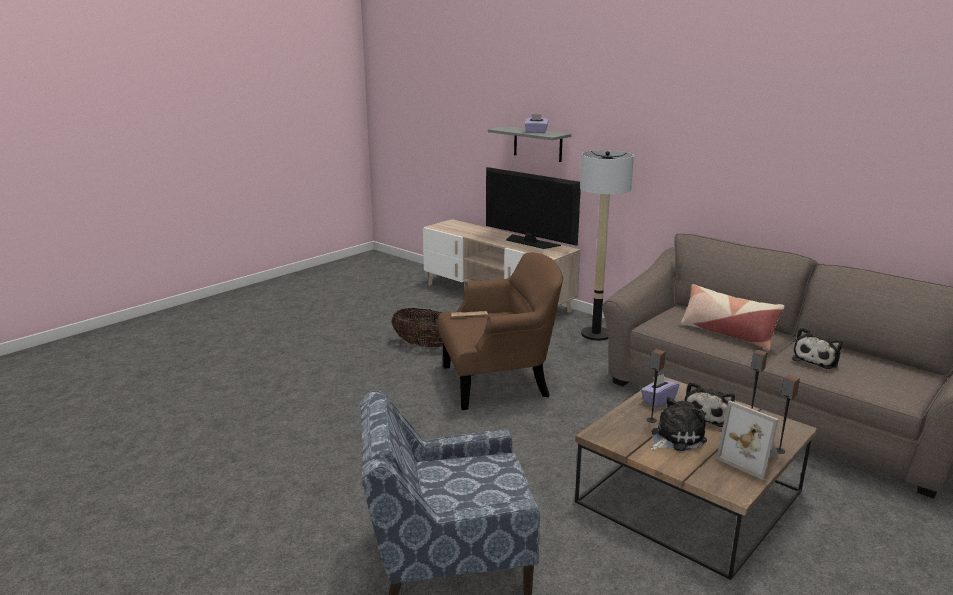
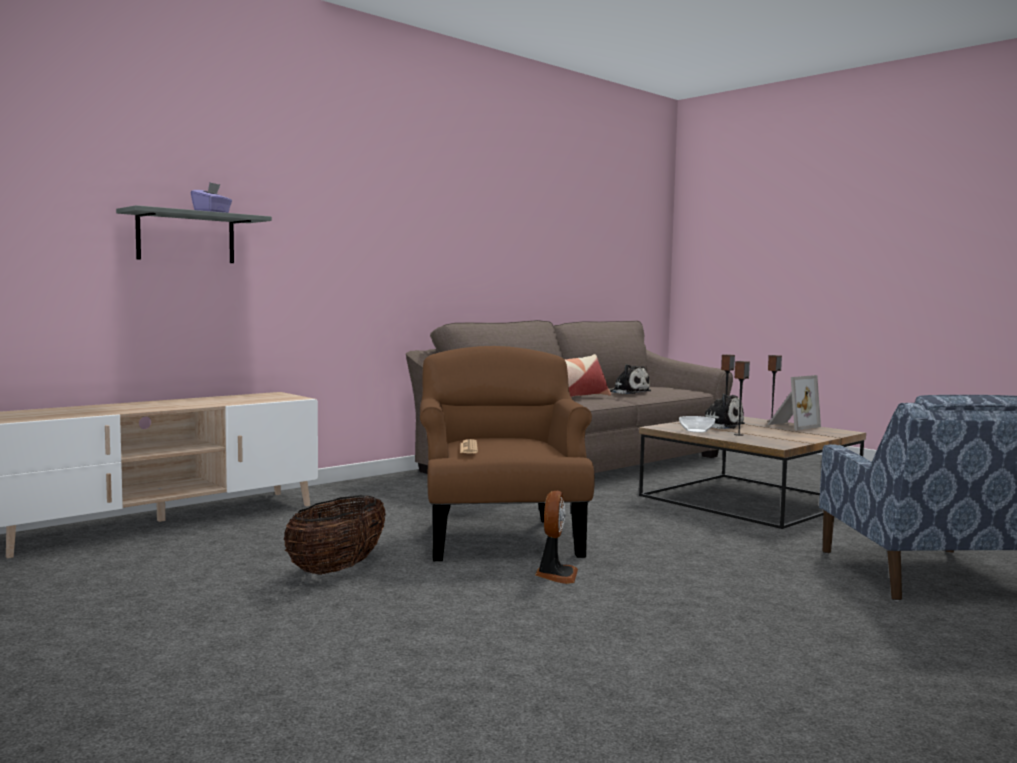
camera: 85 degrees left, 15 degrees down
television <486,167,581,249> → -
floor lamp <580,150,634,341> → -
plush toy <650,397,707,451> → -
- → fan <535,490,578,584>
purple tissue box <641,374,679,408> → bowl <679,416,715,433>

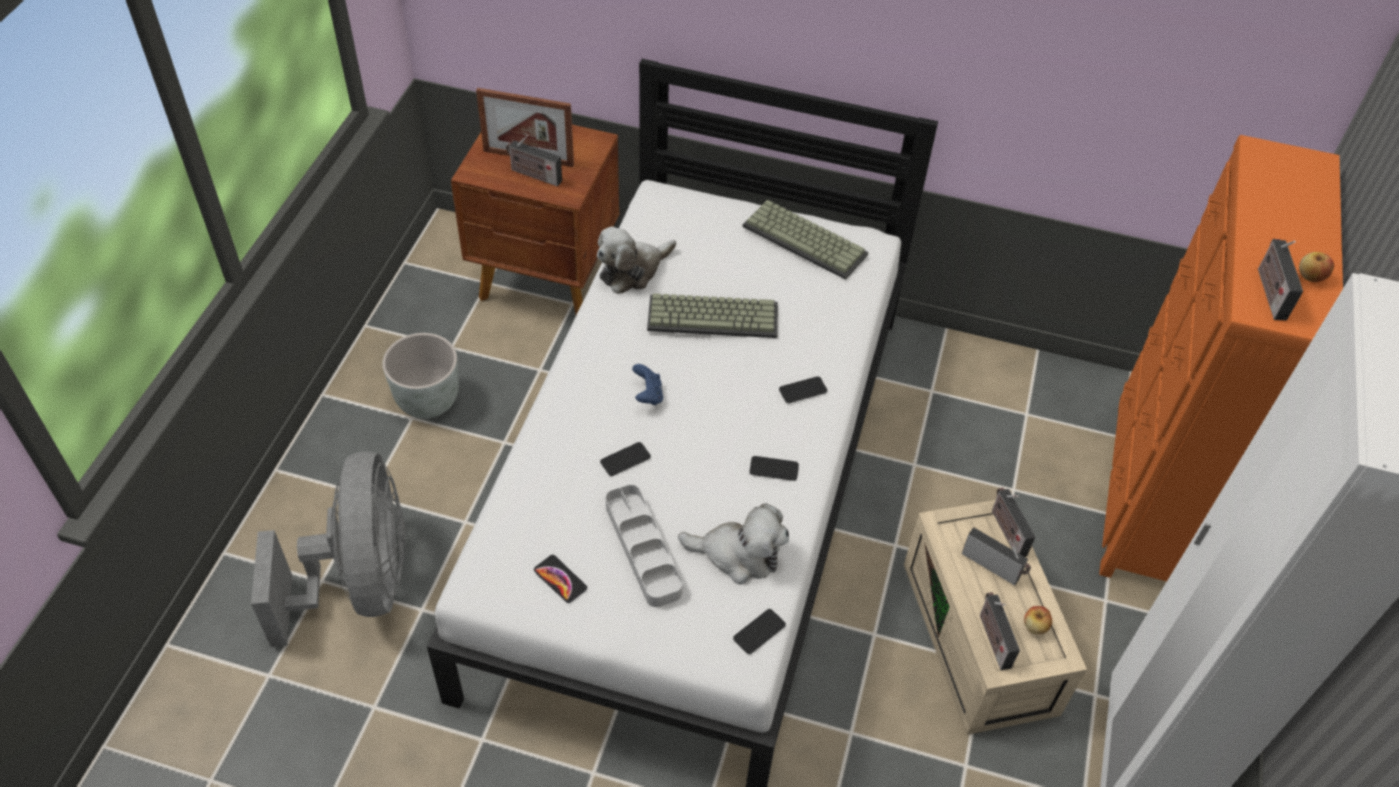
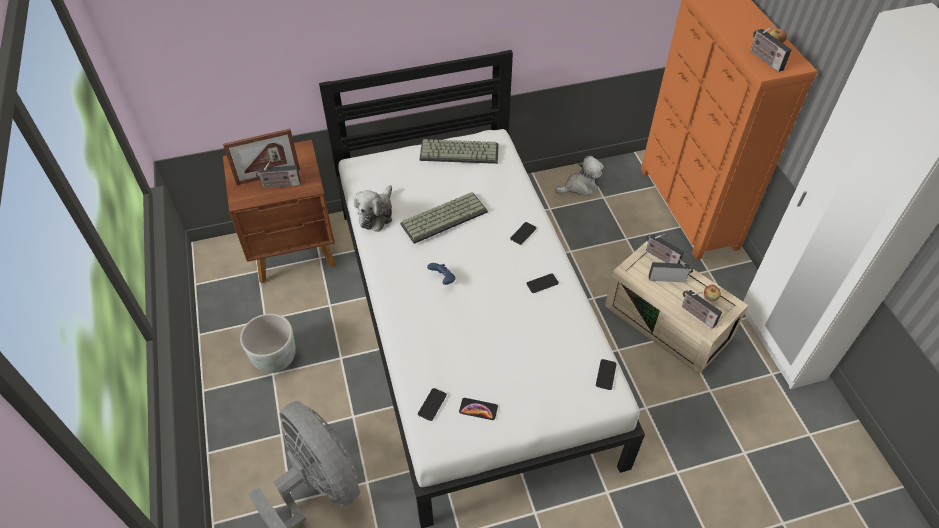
camera: 30 degrees left, 0 degrees up
grey tray <606,485,683,607> → -
phone <600,442,651,476> → phone <418,388,447,421>, shifted
plush toy <678,503,789,585> → plush toy <555,156,604,197>, shifted

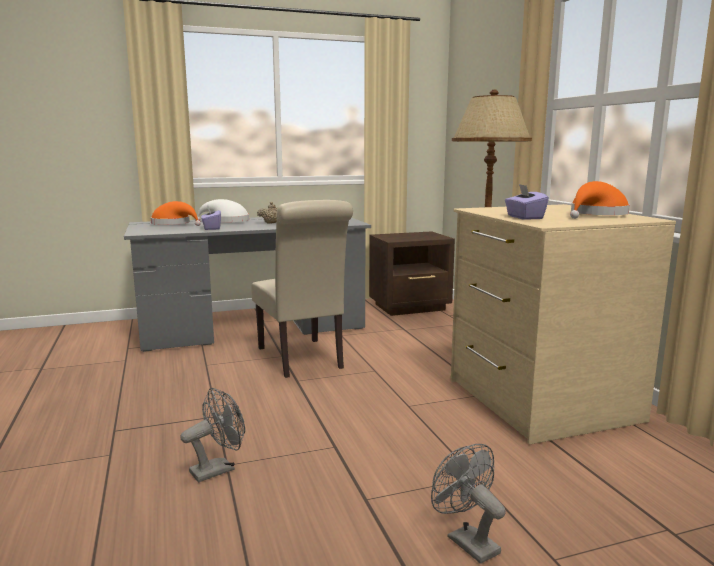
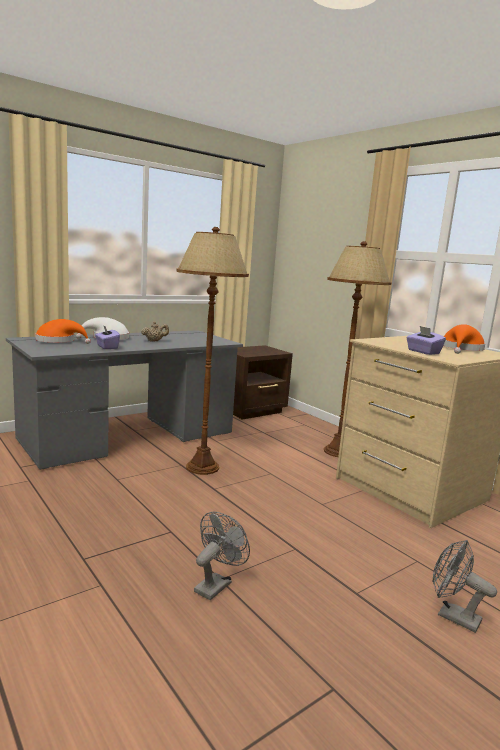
camera: 20 degrees left, 0 degrees up
beige chair <251,200,353,378> → brown floor lamp <176,227,249,475>

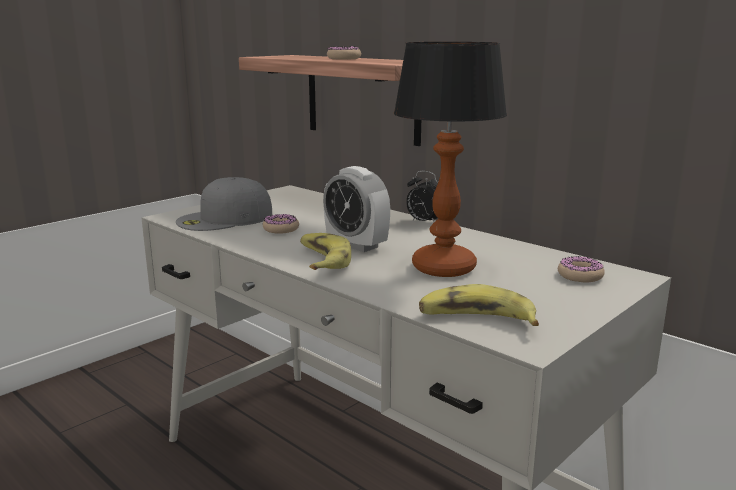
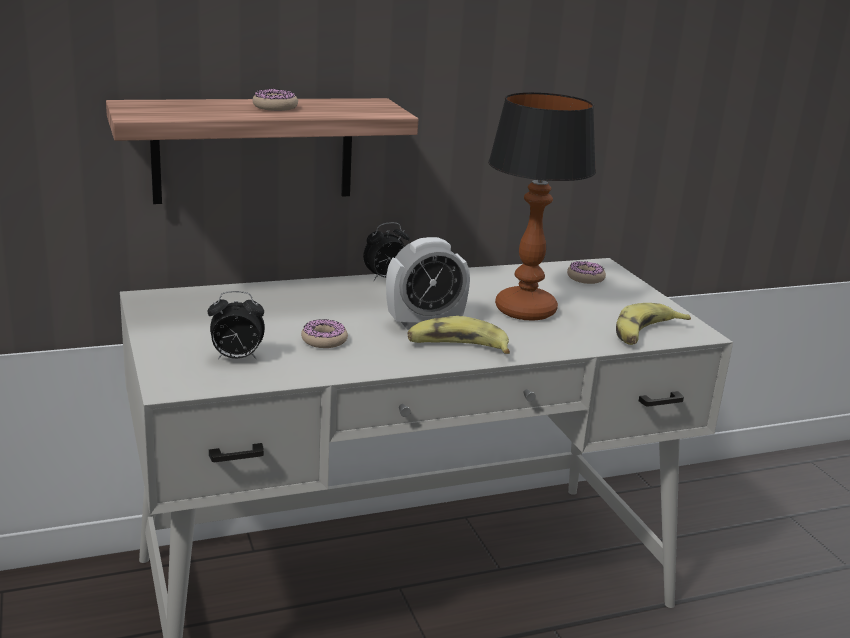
camera: 65 degrees left, 5 degrees up
grey cap <176,177,272,231> → alarm clock <207,291,265,360>

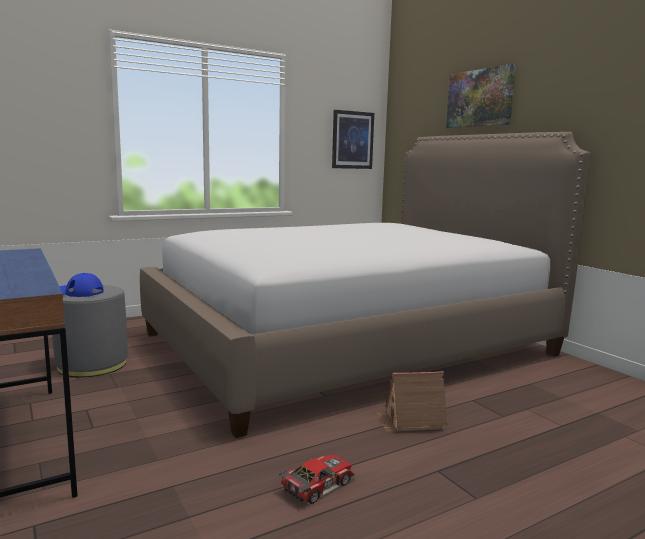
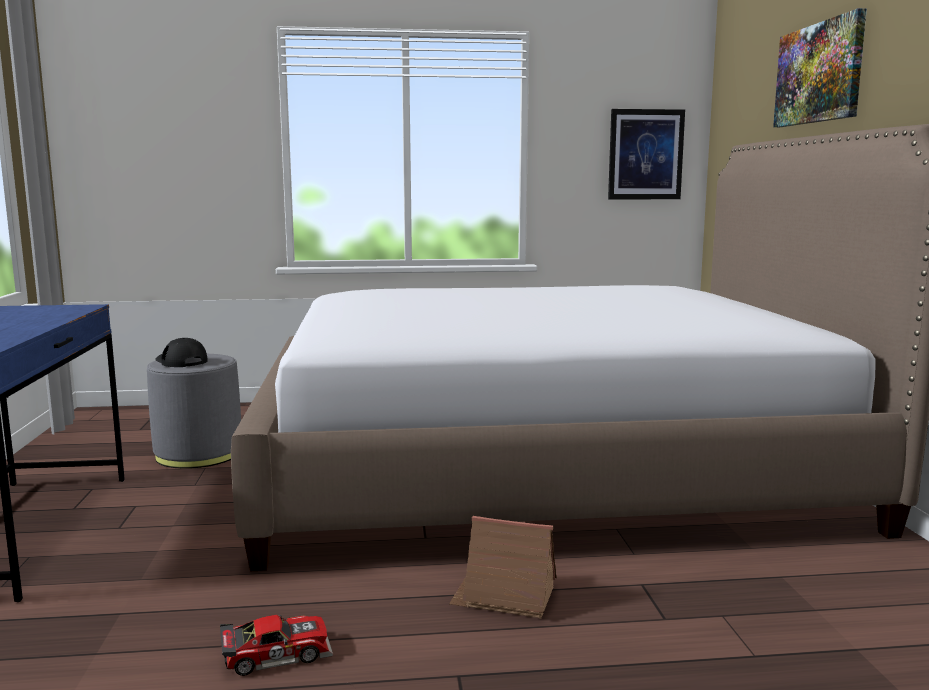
camera: 25 degrees right, 0 degrees up
blue cap <59,273,104,297> → black cap <155,338,208,367>

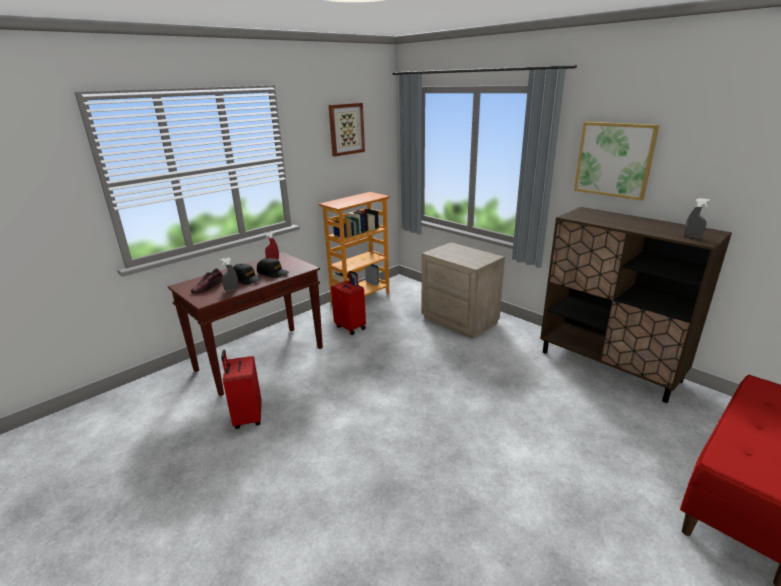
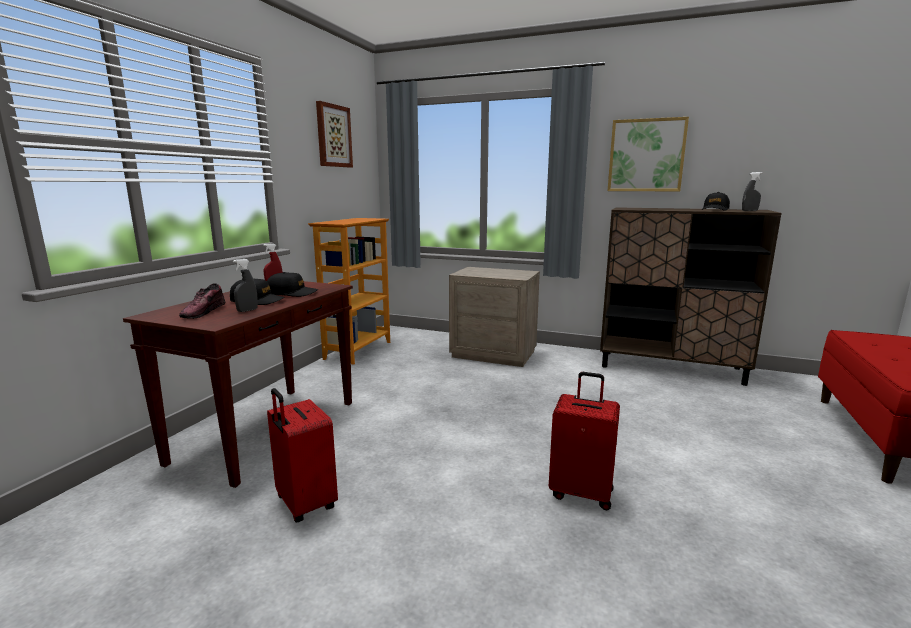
camera: 25 degrees left, 10 degrees down
- → black cap <702,192,730,211>
red suitcase <331,271,366,335> → red suitcase <549,372,620,510>, shifted

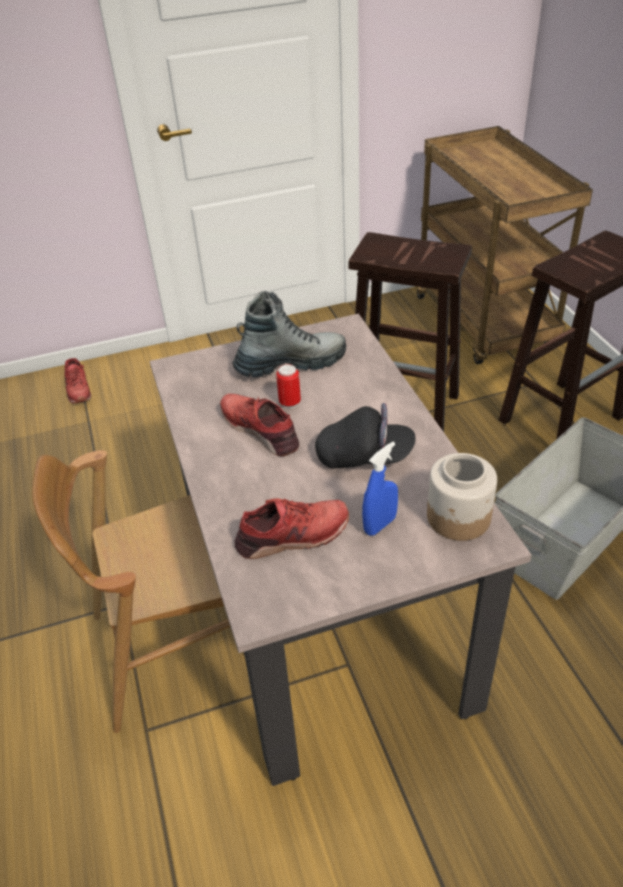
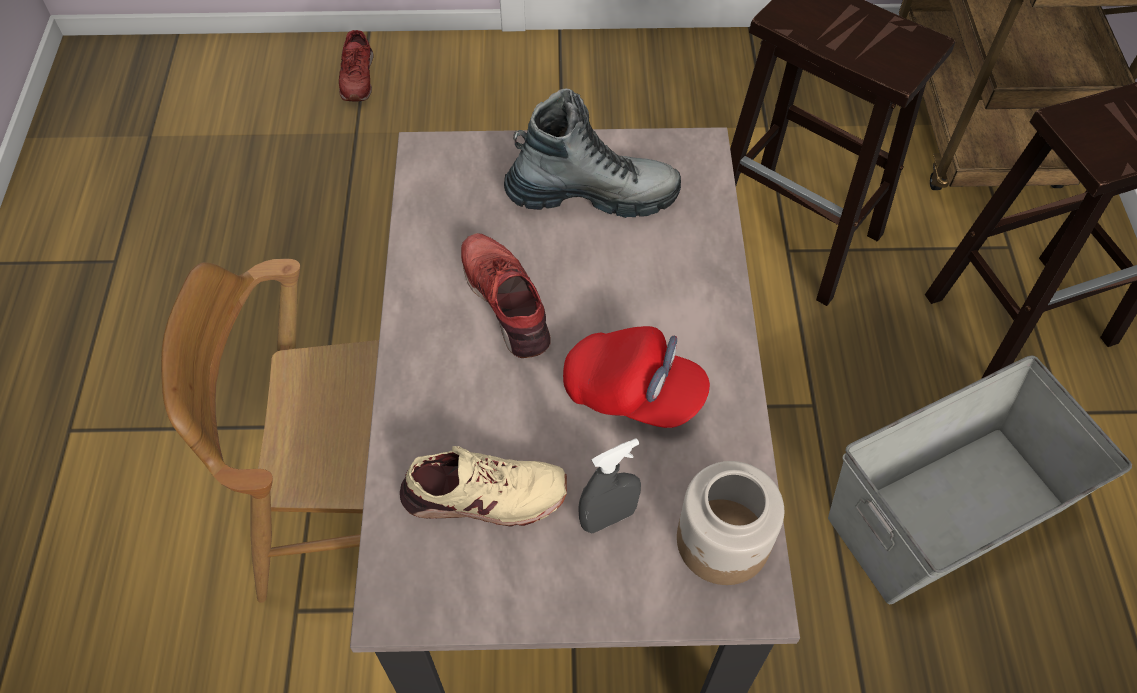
camera: 15 degrees right, 15 degrees up
can <276,364,301,408> → -
red shoe <235,498,349,559> → beige shoe <400,446,567,527>
black cap <315,403,416,469> → red cap <563,326,710,428>
blue spray bottle <362,442,398,536> → grey spray bottle <578,438,641,533>

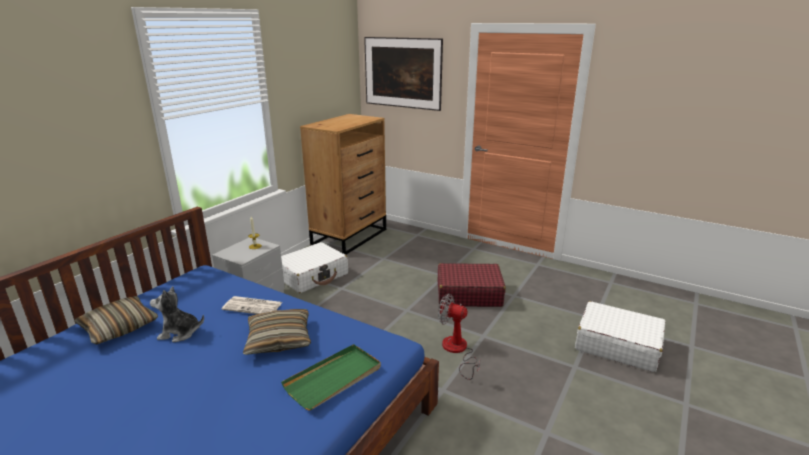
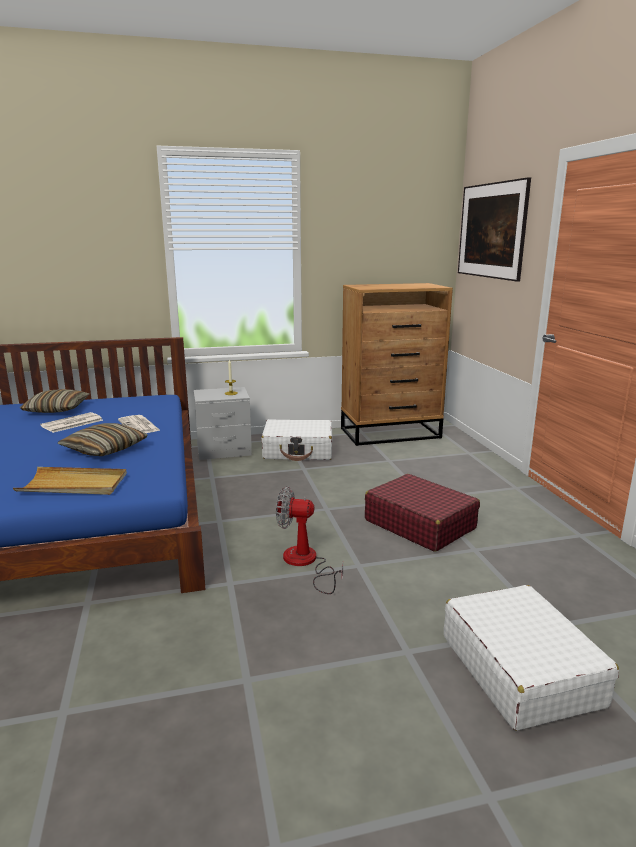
camera: 45 degrees right, 5 degrees down
plush toy <150,286,204,342> → newspaper <40,412,103,433>
green tray <281,344,381,411> → beige tray <13,467,127,495>
fan <438,294,481,380> → fan <276,486,343,594>, 60 degrees counterclockwise

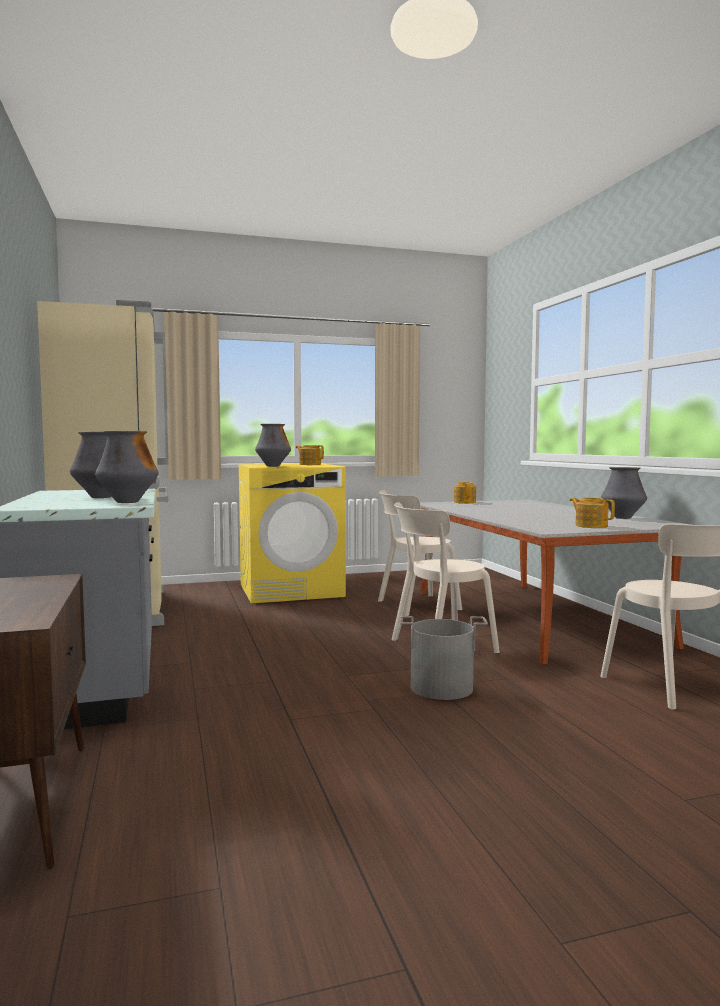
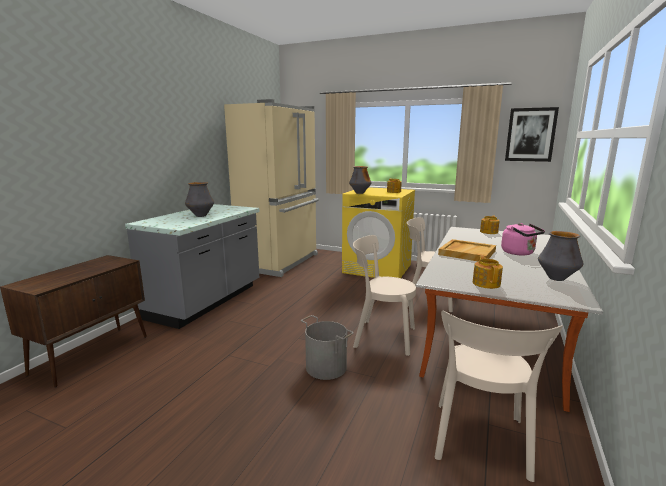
camera: 40 degrees right, 10 degrees up
vase <95,431,159,503> → -
- → beige tray <438,239,496,262>
- → pink kettle <501,223,545,256>
- → picture <505,107,559,162>

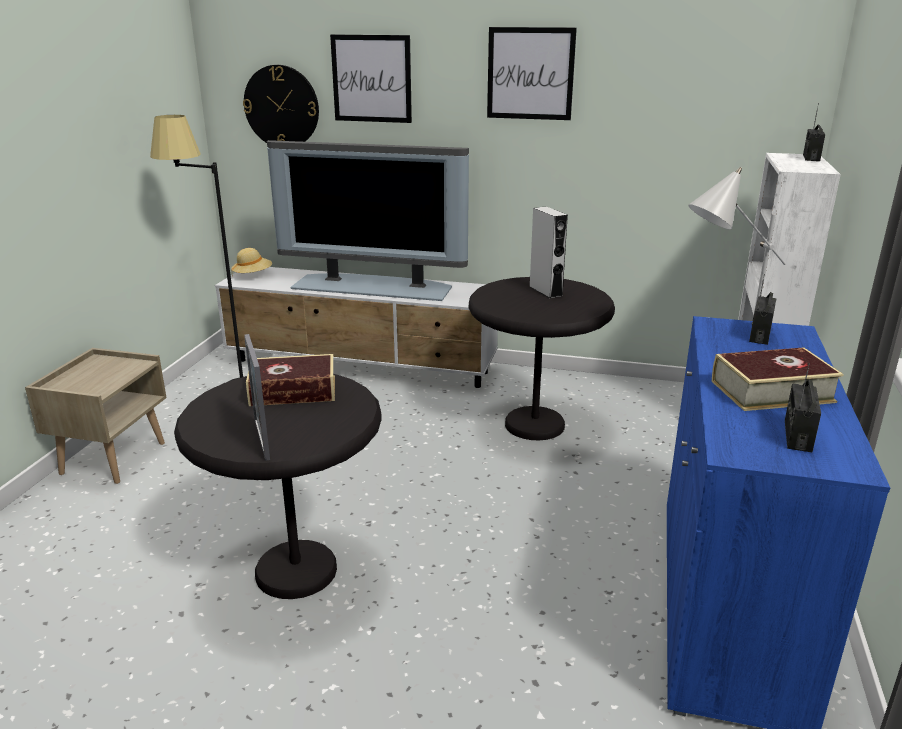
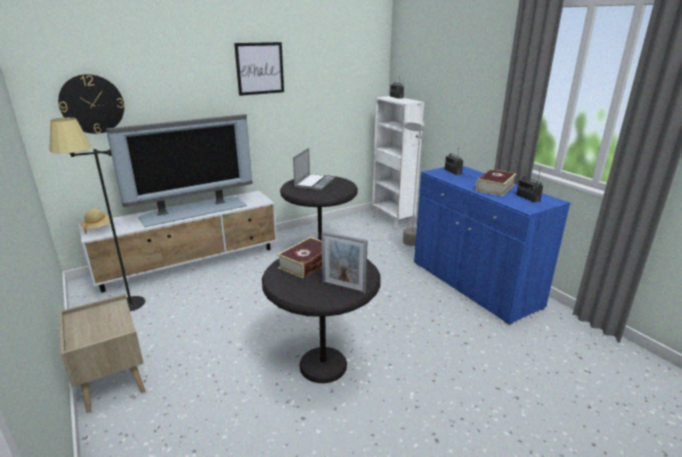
camera: 45 degrees left, 0 degrees up
picture <330,34,412,123> → -
grey speaker <530,206,568,298> → laptop <293,148,335,191>

